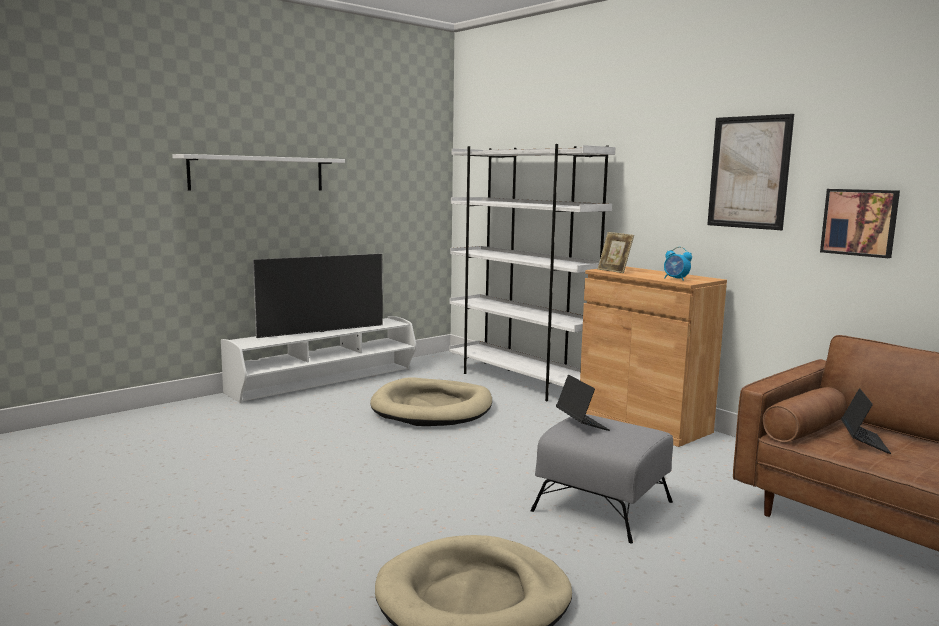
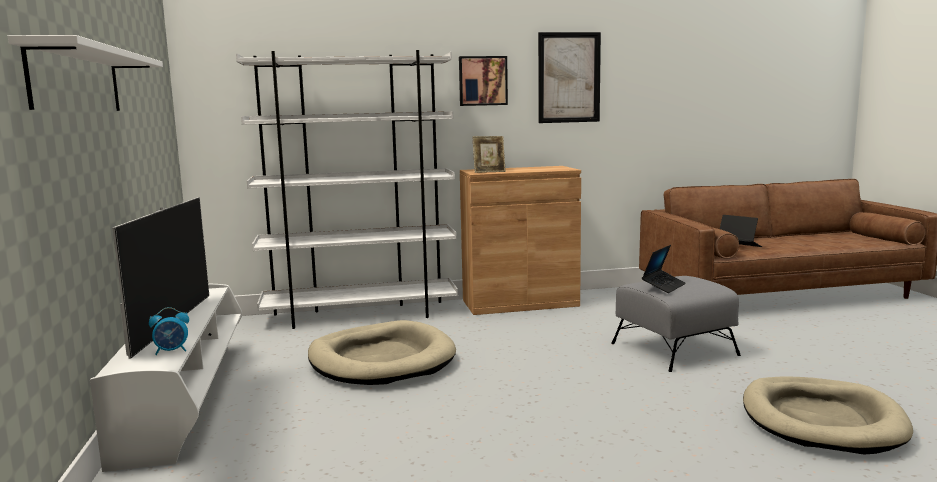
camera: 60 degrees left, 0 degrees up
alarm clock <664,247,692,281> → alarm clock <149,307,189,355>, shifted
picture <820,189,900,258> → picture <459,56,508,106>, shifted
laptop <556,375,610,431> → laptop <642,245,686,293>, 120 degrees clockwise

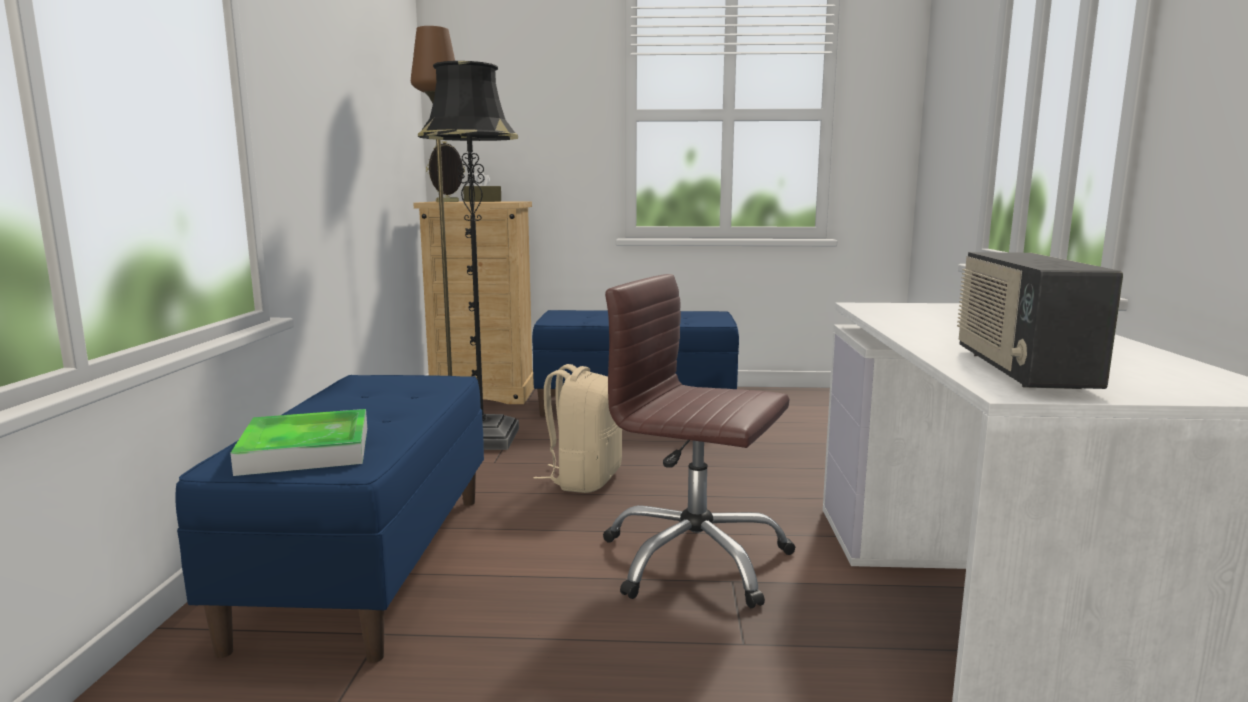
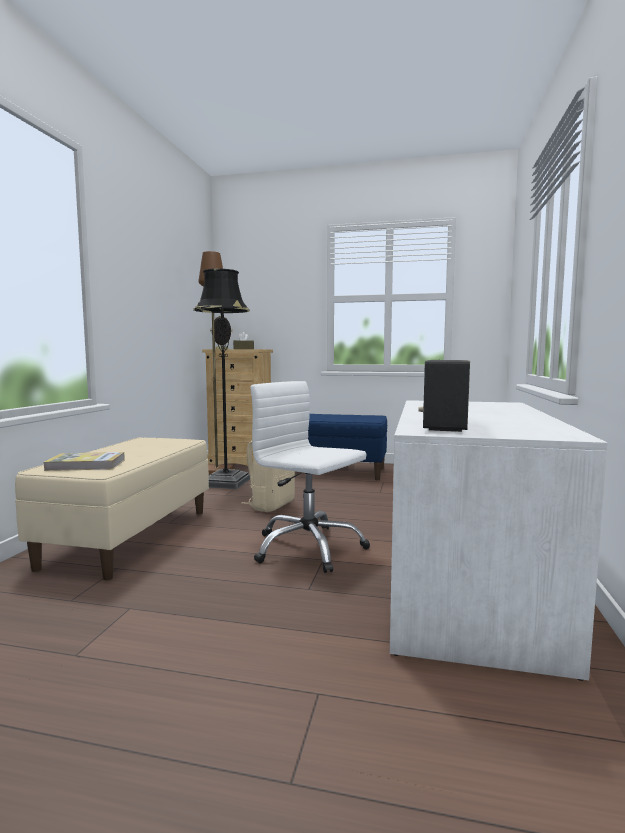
camera: 10 degrees right, 5 degrees down
tray <230,409,367,476> → book <44,452,125,471>
blue bench <175,375,484,663> → beige bench <15,437,209,580>
brown office chair <603,274,795,608> → white office chair <250,381,370,573>

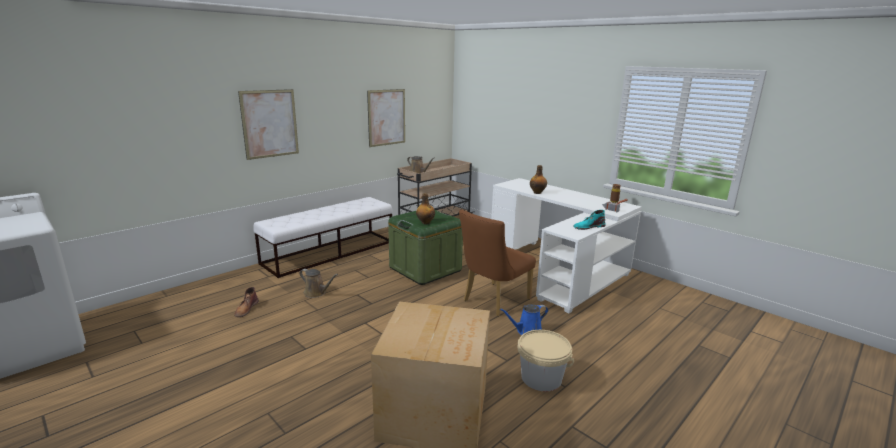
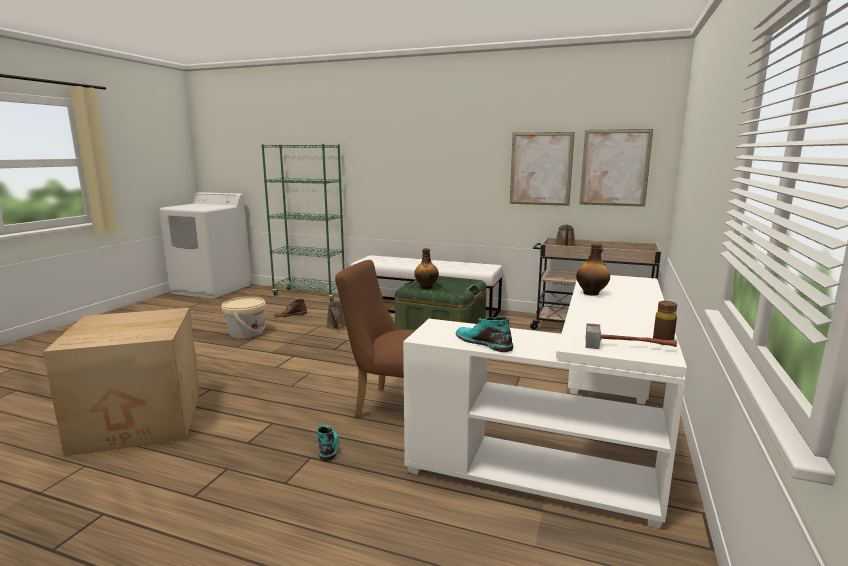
camera: 65 degrees right, 5 degrees down
- → green bookcase <261,144,345,302>
picture <238,89,299,160> → picture <580,129,653,207>, shifted
beige bucket <518,330,574,391> → beige bucket <221,297,266,339>, shifted
blue watering can <500,304,548,335> → turquoise boot <317,425,339,461>

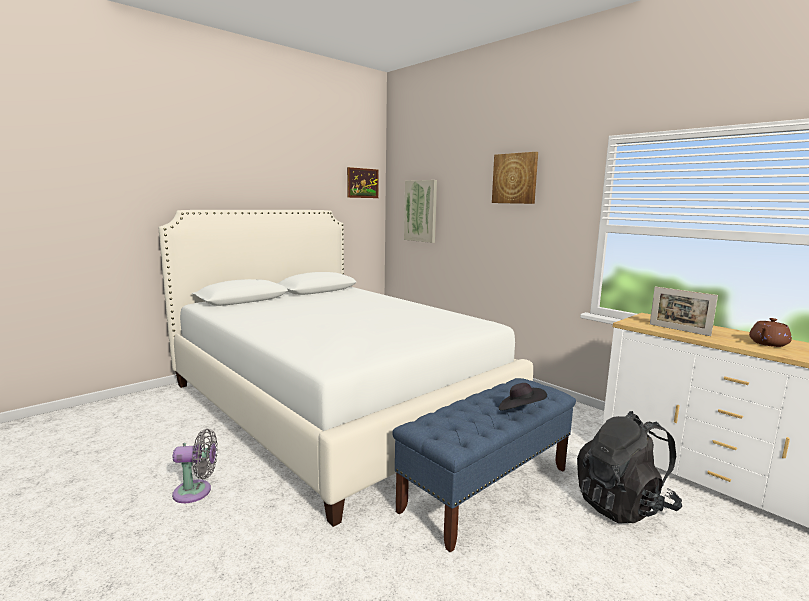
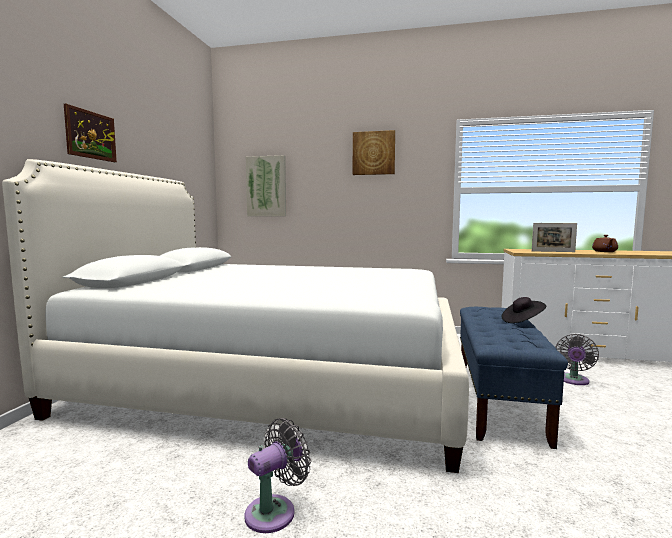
camera: 35 degrees left, 5 degrees down
picture <347,167,379,198> → picture <64,104,117,162>, shifted
black backpack <577,411,682,523> → grey fan <555,334,599,385>

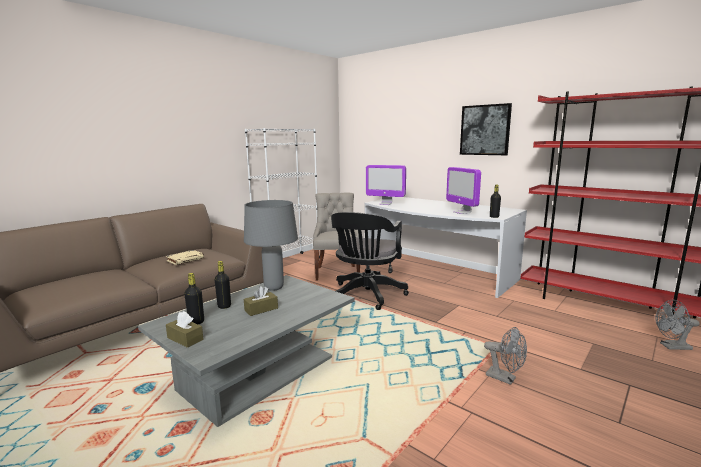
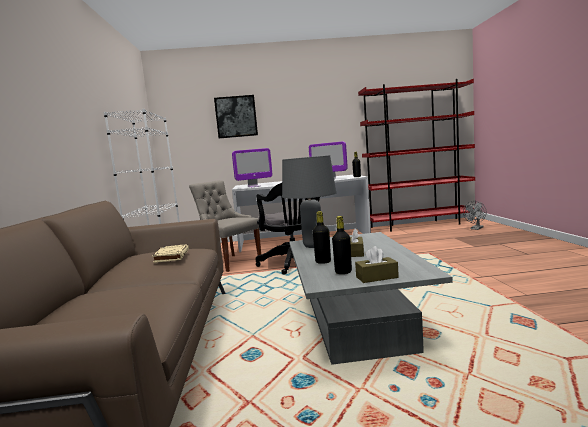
camera: 45 degrees left, 5 degrees down
grey fan <484,327,527,385> → -
picture <460,103,512,155> → picture <214,95,258,138>, shifted

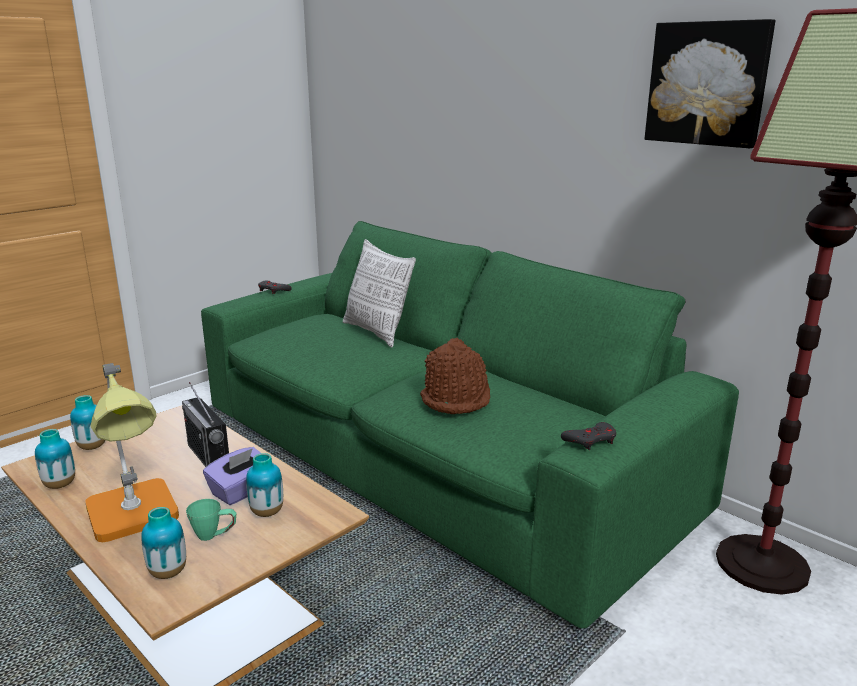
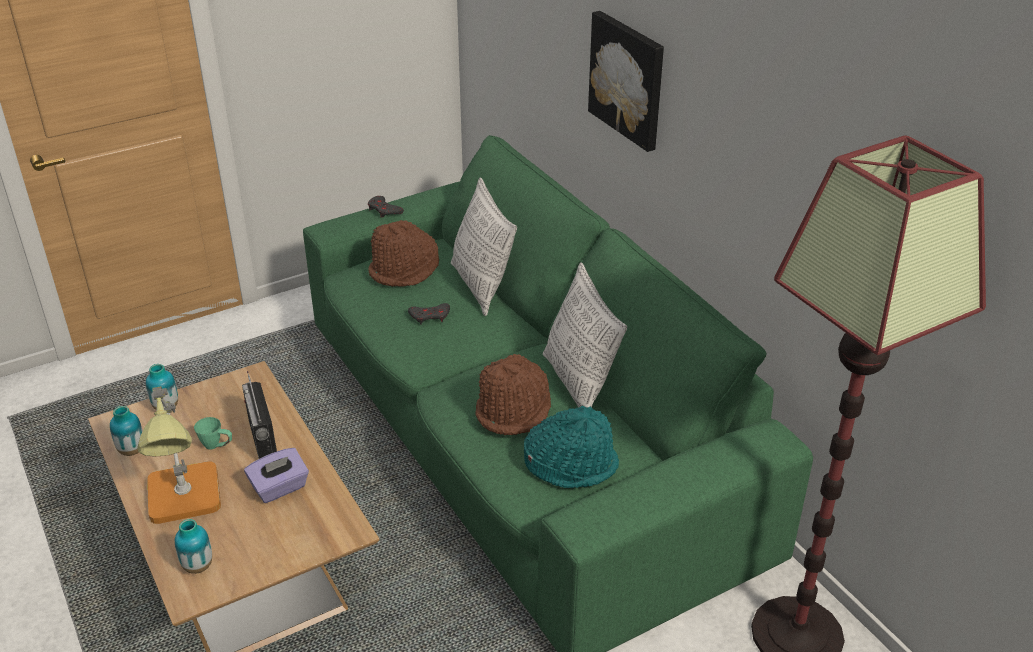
camera: 15 degrees right, 15 degrees up
vase <246,453,283,517> → -
- → brown hat <368,220,439,287>
- → turquoise hat <524,406,619,488>
- → pillow <543,262,627,408>
green mug <186,499,236,541> → green mug <194,417,232,450>, shifted
grey game controller <561,422,616,450> → grey game controller <408,303,450,325>, shifted
picture <645,19,775,148> → picture <588,11,664,152>, shifted

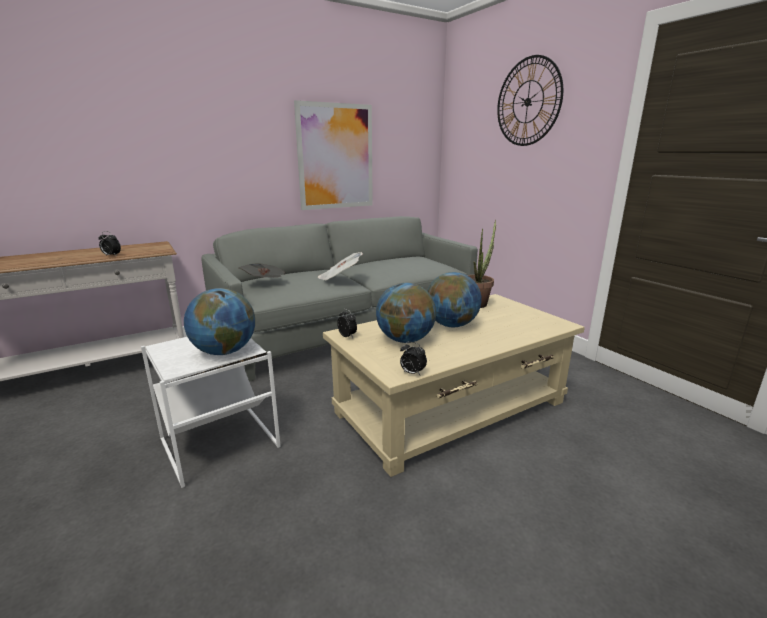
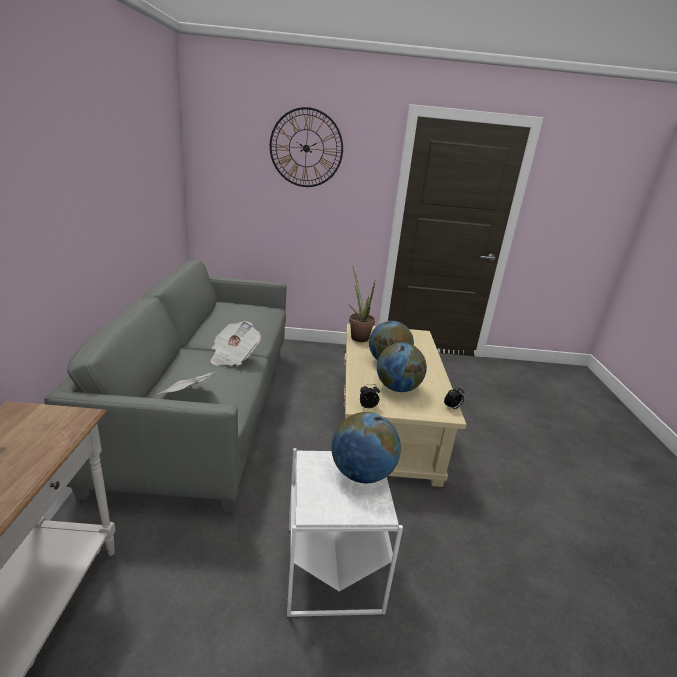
camera: 60 degrees left, 5 degrees up
alarm clock <98,231,121,256> → -
picture <294,100,373,210> → -

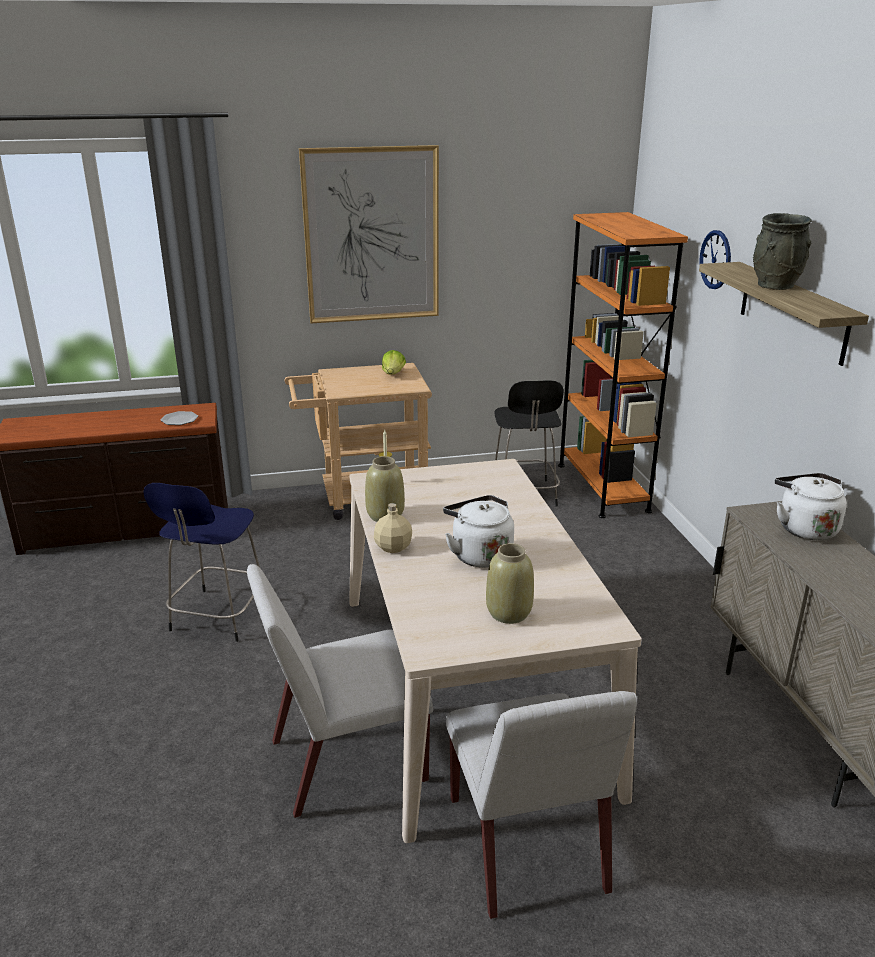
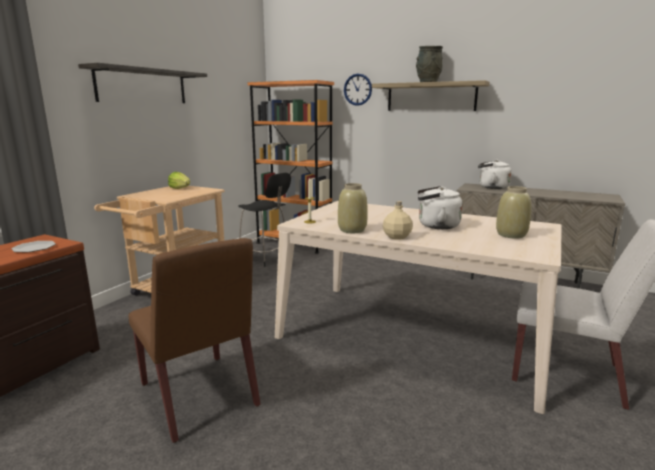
camera: 50 degrees left, 10 degrees down
white chair <247,564,433,818> → -
blue stool <143,483,260,642> → brown chair <128,238,261,443>
picture <299,145,439,323> → shelf <78,63,207,103>

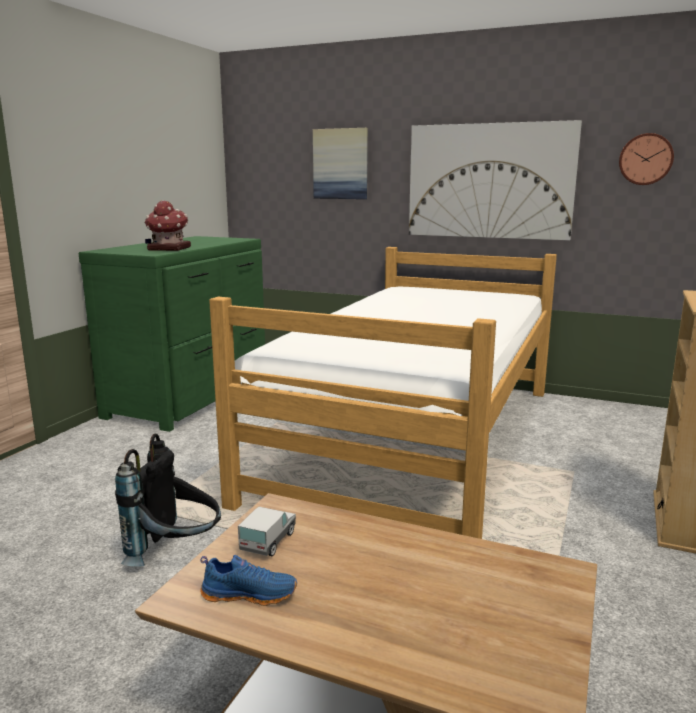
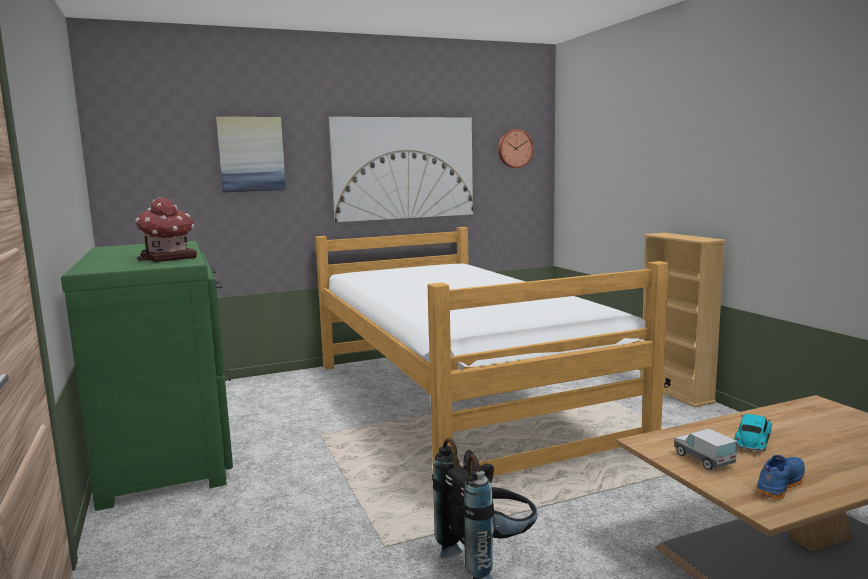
camera: 45 degrees left, 5 degrees down
- → toy car <734,414,772,451>

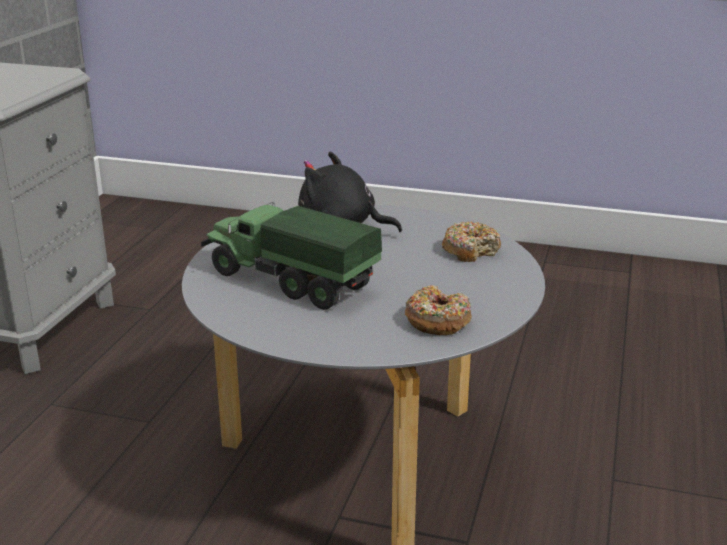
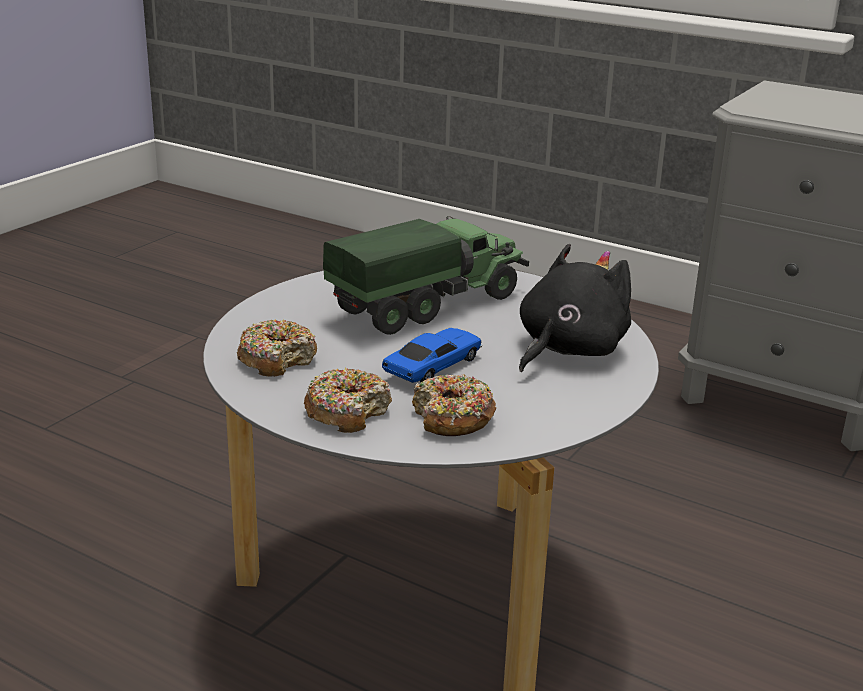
camera: 105 degrees right, 0 degrees up
- → donut <304,368,392,433>
- → toy car <382,328,482,383>

